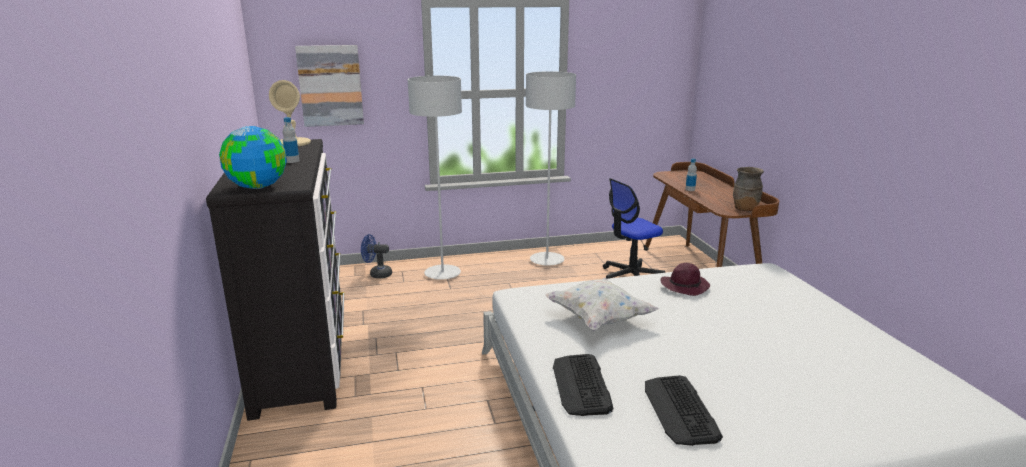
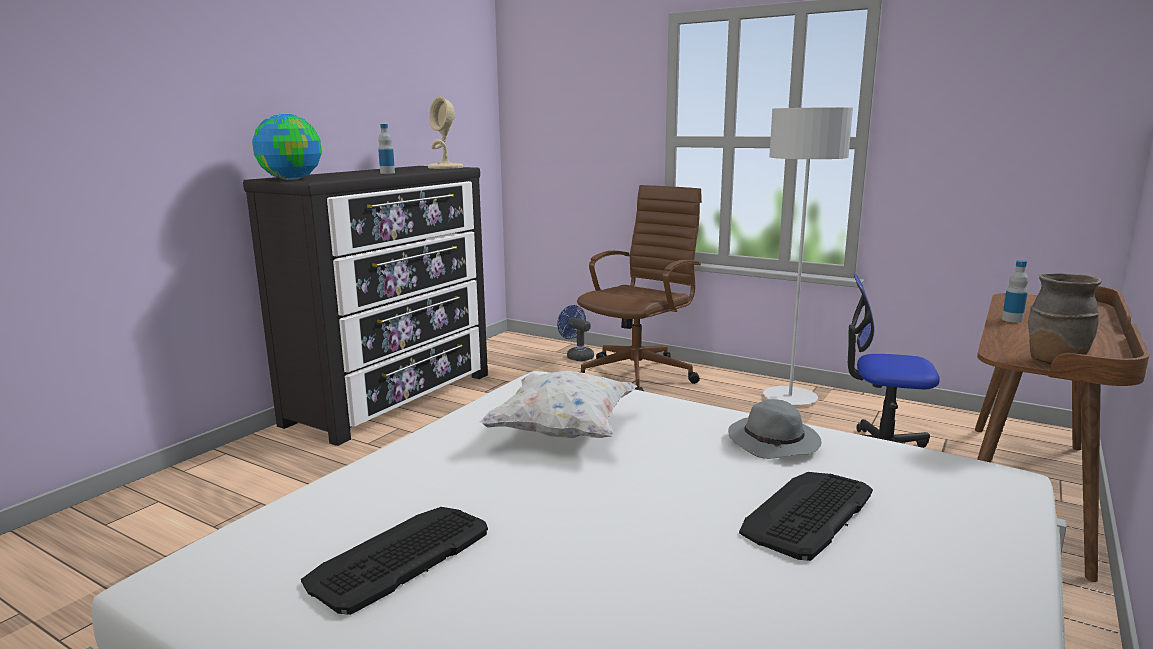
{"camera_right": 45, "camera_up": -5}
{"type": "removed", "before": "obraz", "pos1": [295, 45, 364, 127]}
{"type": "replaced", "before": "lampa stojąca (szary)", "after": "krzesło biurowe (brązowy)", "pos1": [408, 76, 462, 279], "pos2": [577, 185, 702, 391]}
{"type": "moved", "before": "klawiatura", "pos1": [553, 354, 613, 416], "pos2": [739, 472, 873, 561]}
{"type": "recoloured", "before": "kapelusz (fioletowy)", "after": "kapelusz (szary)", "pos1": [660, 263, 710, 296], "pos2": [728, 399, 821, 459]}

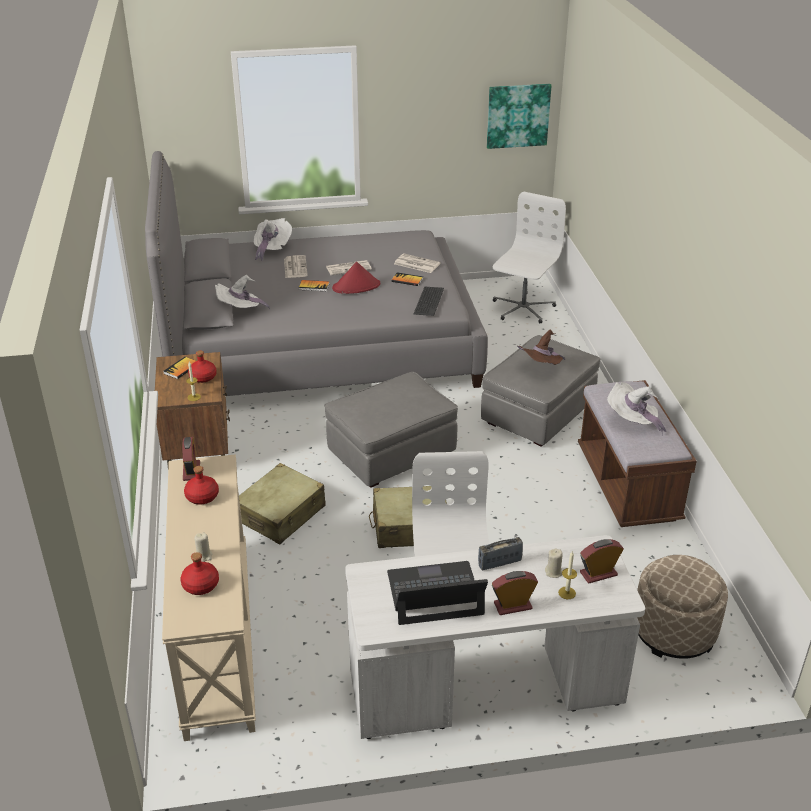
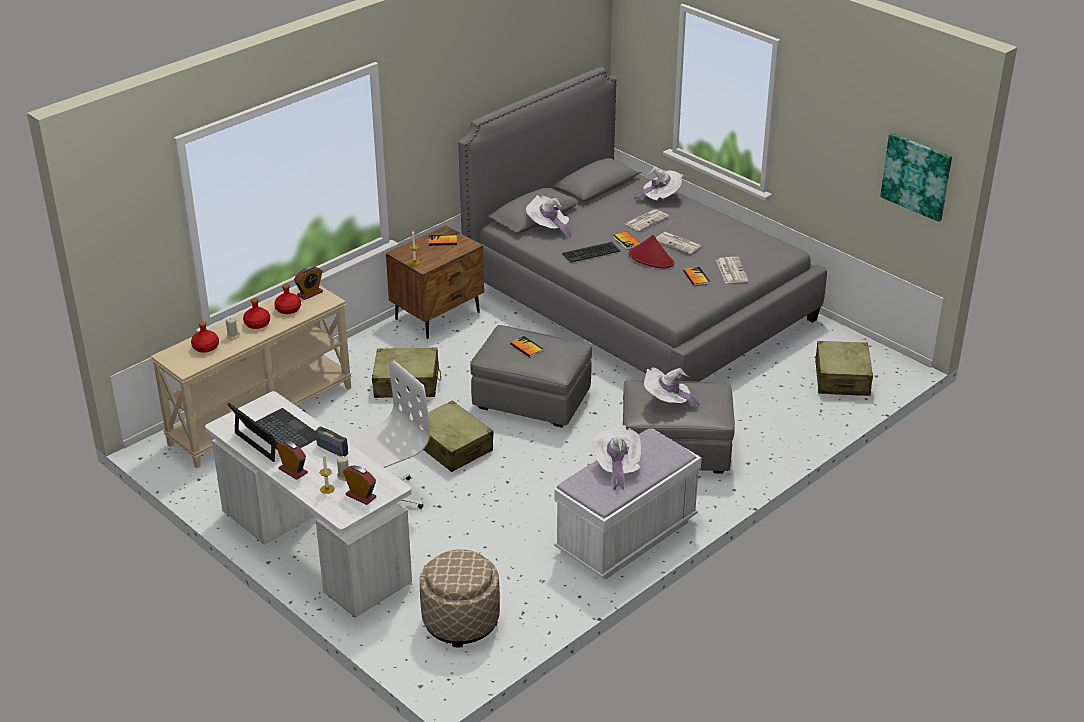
{"camera_right": 55, "camera_up": 0}
{"type": "moved", "before": "butelka (czerwony)", "pos1": [188, 350, 216, 383], "pos2": [243, 298, 270, 329]}
{"type": "moved", "before": "klawiatura", "pos1": [414, 286, 444, 316], "pos2": [562, 242, 620, 263]}
{"type": "replaced", "before": "krzesło biurowe (biały)", "after": "walizka (beżowy)", "pos1": [493, 191, 566, 323], "pos2": [814, 341, 873, 396]}
{"type": "recoloured", "before": "kapelusz (brązowy)", "after": "kapelusz (biały)", "pos1": [517, 329, 565, 365], "pos2": [644, 368, 700, 410]}
{"type": "recoloured", "before": "ławka (brązowy)", "after": "ławka (biały)", "pos1": [578, 380, 697, 527], "pos2": [554, 428, 702, 580]}
{"type": "added", "after": "książka", "pos2": [510, 336, 543, 357]}

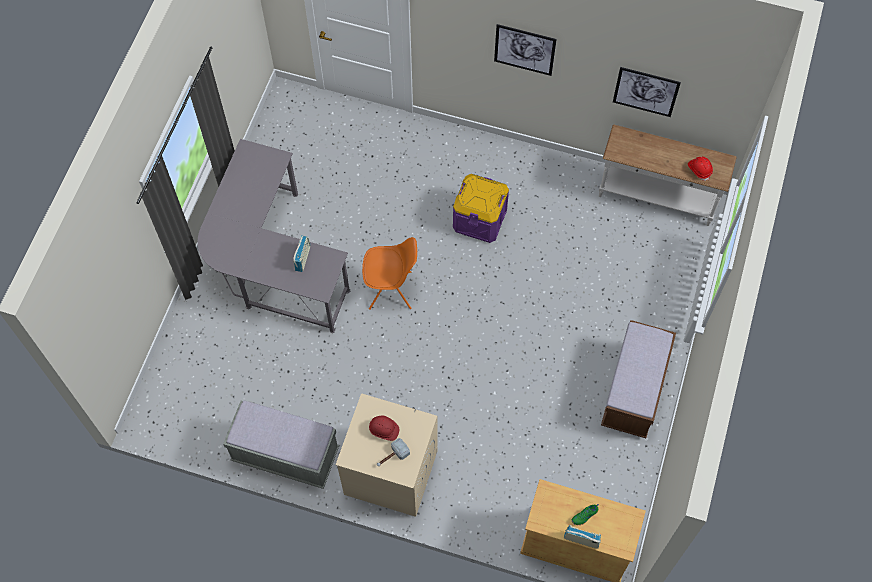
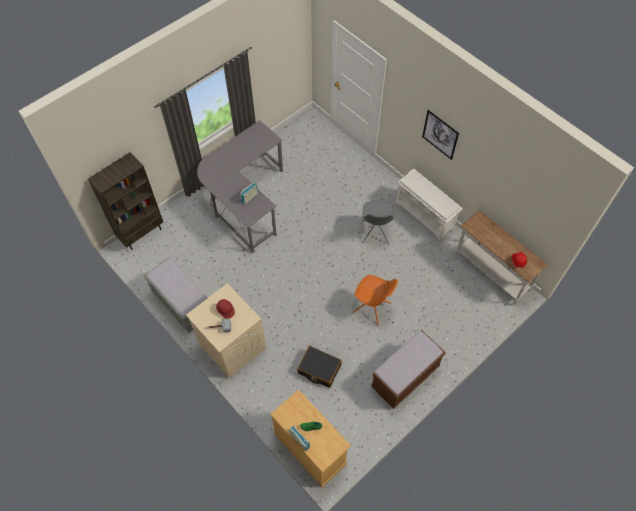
{"camera_right": 30, "camera_up": -5}
{"type": "moved", "before": "krzesło (pomarańczowy)", "pos1": [362, 237, 417, 310], "pos2": [353, 275, 398, 325]}
{"type": "replaced", "before": "pojemnik do przechowywania (fioletowy)", "after": "krzesło (szary)", "pos1": [453, 174, 509, 243], "pos2": [362, 201, 394, 244]}
{"type": "removed", "before": "obraz", "pos1": [613, 67, 681, 117]}
{"type": "added", "after": "regał (brązowy)", "pos2": [88, 152, 163, 250]}
{"type": "added", "after": "walizka (czarny)", "pos2": [297, 346, 342, 388]}
{"type": "added", "after": "regał na buty (biały)", "pos2": [396, 169, 463, 240]}

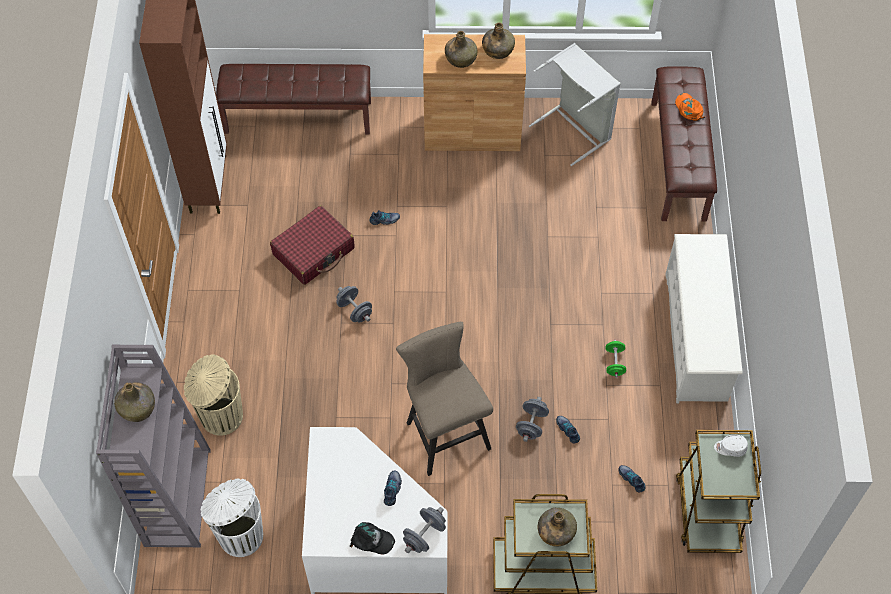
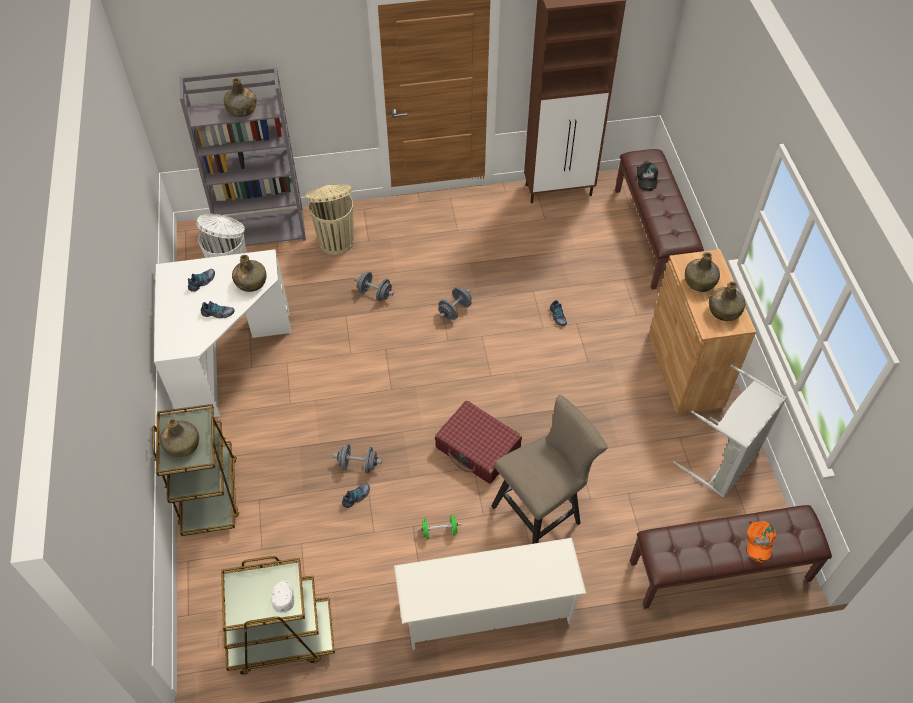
{"camera_right": 80, "camera_up": -5}
{"type": "moved", "before": "walizka (czerwony)", "pos1": [270, 206, 355, 285], "pos2": [435, 400, 522, 484]}
{"type": "moved", "before": "czapka z daszkiem (czarny)", "pos1": [349, 522, 395, 554], "pos2": [637, 163, 658, 191]}
{"type": "moved", "before": "stołek (beżowy)", "pos1": [396, 322, 493, 476], "pos2": [491, 395, 608, 544]}
{"type": "moved", "before": "hantel (szary)", "pos1": [403, 507, 446, 553], "pos2": [355, 271, 394, 301]}
{"type": "moved", "before": "but", "pos1": [618, 465, 646, 492], "pos2": [188, 269, 215, 292]}
{"type": "turned", "before": "czapka z daszkiem (pomarańczowy)", "pos1": [675, 93, 705, 121], "pos2": [746, 521, 776, 563], "turn": 135}
{"type": "added", "after": "butelka (zielony)", "pos2": [232, 255, 267, 292]}

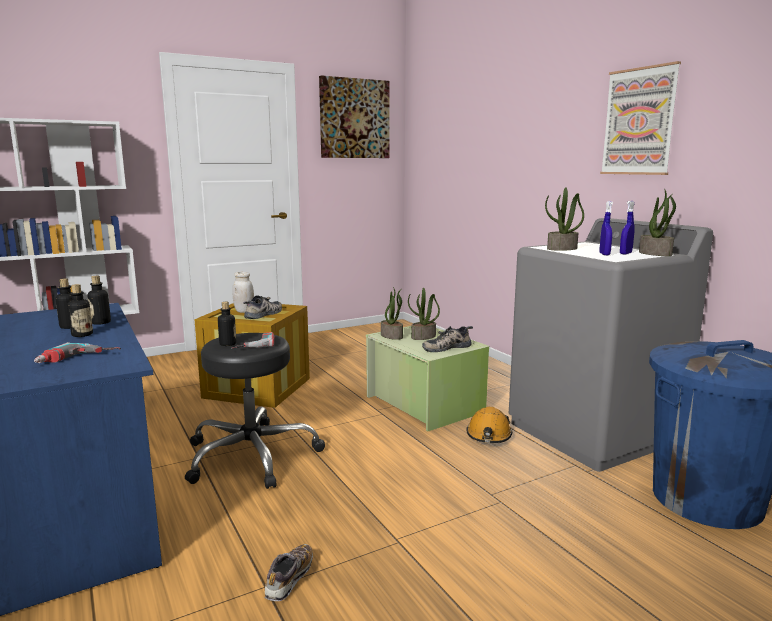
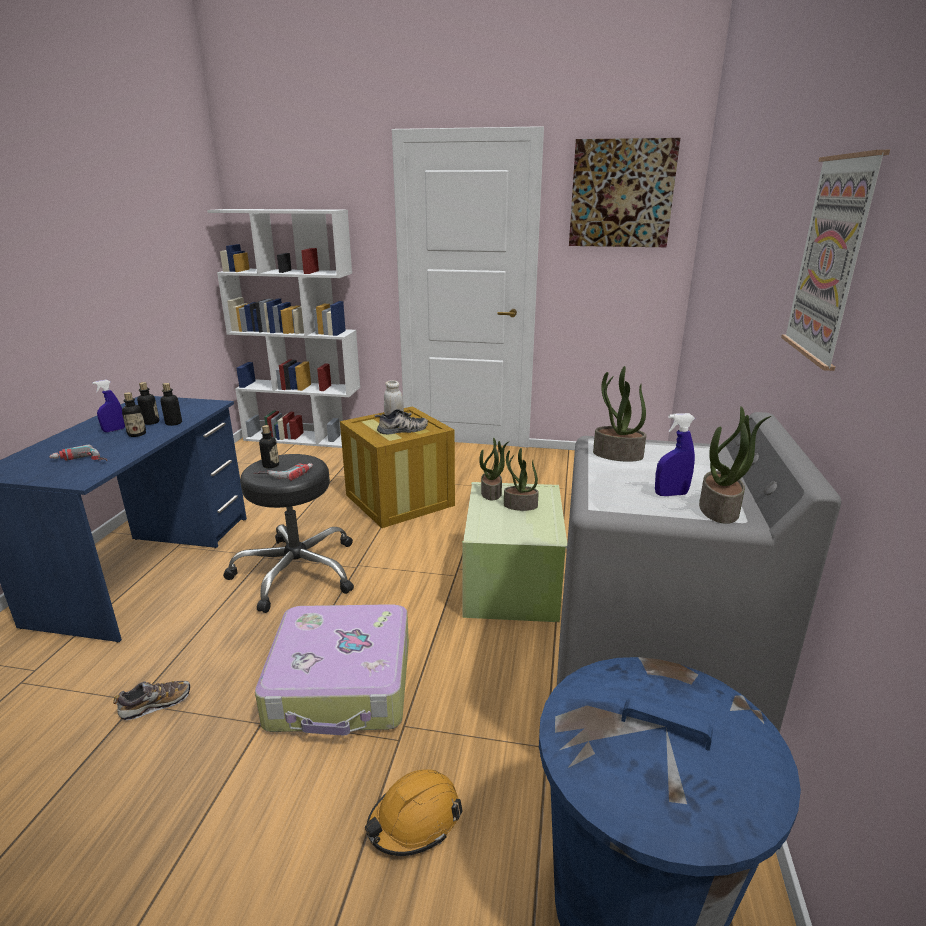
{"camera_right": 40, "camera_up": 10}
{"type": "removed", "before": "but", "pos1": [422, 326, 473, 352]}
{"type": "moved", "before": "kask (pomarańczowy)", "pos1": [466, 407, 512, 443], "pos2": [365, 769, 463, 856]}
{"type": "moved", "before": "spryskiwacz (niebieski)", "pos1": [599, 201, 613, 255], "pos2": [92, 380, 125, 432]}
{"type": "added", "after": "walizka", "pos2": [255, 604, 409, 736]}

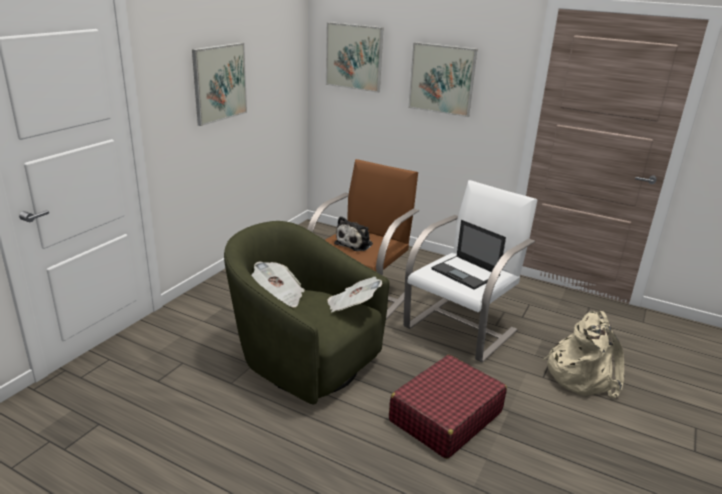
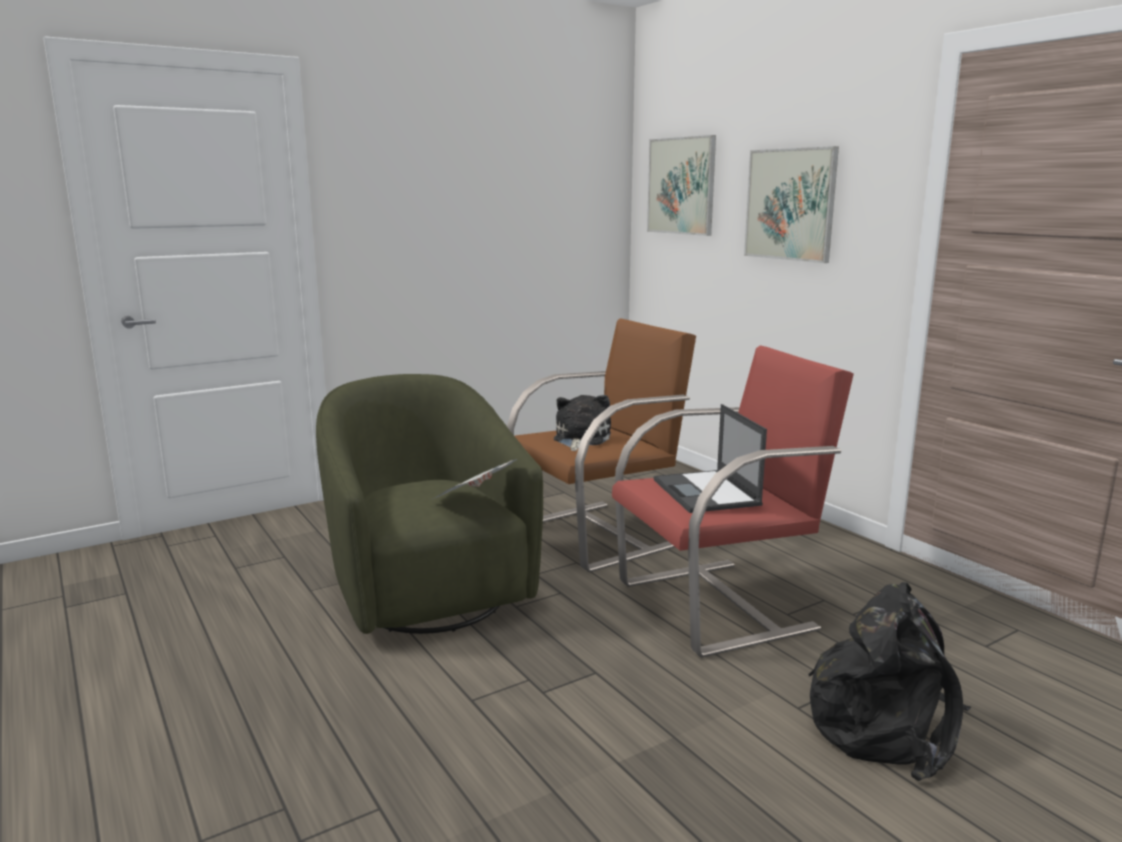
{"camera_right": 30, "camera_up": -10}
{"type": "removed", "before": "obraz", "pos1": [192, 43, 247, 126]}
{"type": "removed", "before": "gazeta", "pos1": [251, 261, 304, 307]}
{"type": "turned", "before": "pluszak", "pos1": [334, 216, 373, 251], "pos2": [554, 395, 611, 451], "turn": 135}
{"type": "removed", "before": "walizka (czerwony)", "pos1": [389, 355, 507, 459]}
{"type": "recoloured", "before": "fotel (biały)", "after": "fotel (czerwony)", "pos1": [403, 180, 538, 363], "pos2": [612, 345, 854, 658]}
{"type": "recoloured", "before": "plecak (beżowy)", "after": "plecak (czarny)", "pos1": [543, 311, 624, 398], "pos2": [808, 582, 971, 781]}

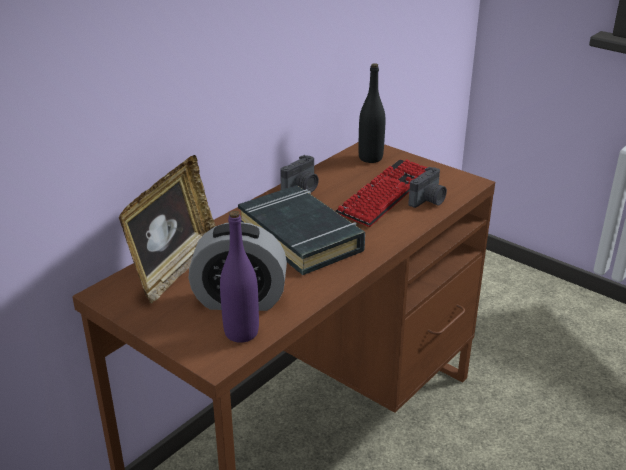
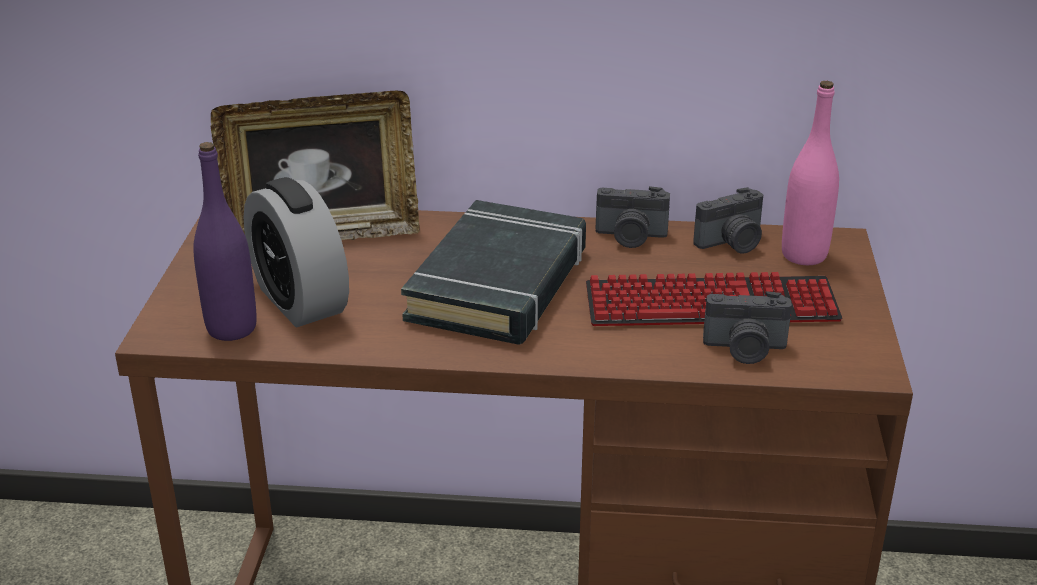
{"camera_right": 55, "camera_up": 0}
{"type": "recoloured", "before": "butelka (czarny)", "after": "butelka (różowy)", "pos1": [358, 63, 385, 163], "pos2": [782, 81, 839, 265]}
{"type": "added", "after": "aparat fotograficzny", "pos2": [693, 187, 763, 254]}

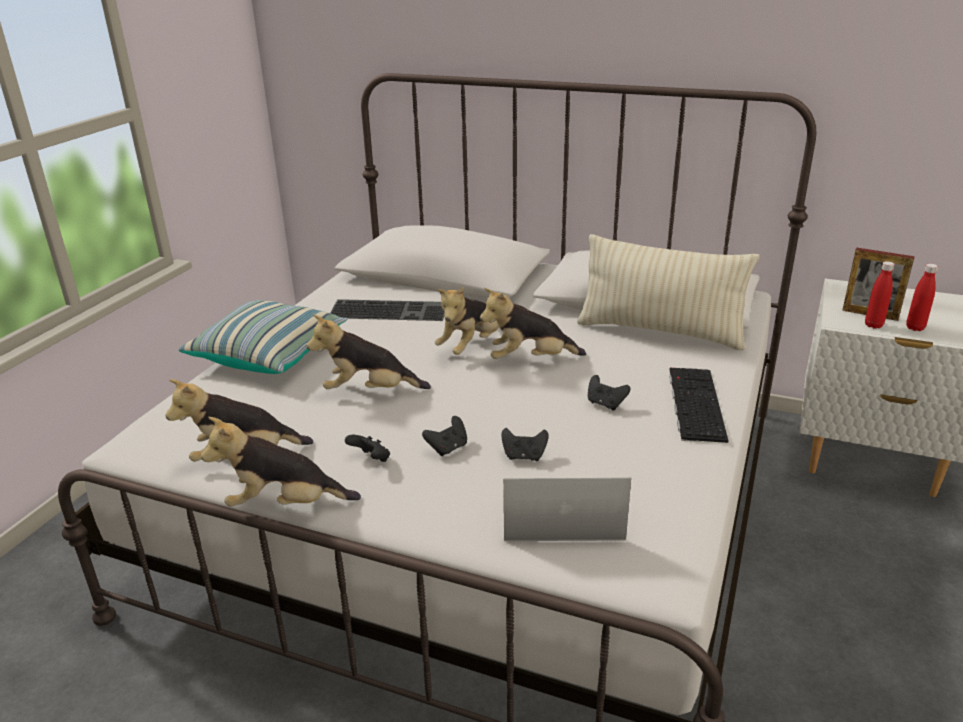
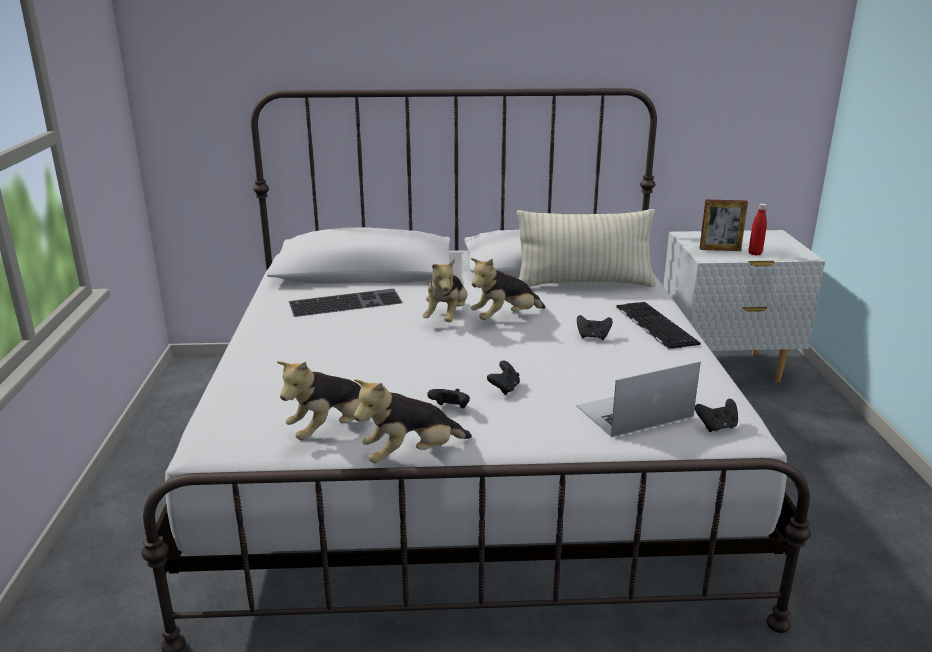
{"camera_right": -25, "camera_up": -5}
{"type": "removed", "before": "poduszka", "pos1": [179, 300, 348, 374]}
{"type": "removed", "before": "pluszak", "pos1": [307, 314, 431, 389]}
{"type": "moved", "before": "pad do gier (czarny)", "pos1": [501, 428, 549, 461], "pos2": [695, 399, 738, 432]}
{"type": "removed", "before": "butelka (czerwony)", "pos1": [865, 261, 895, 329]}

